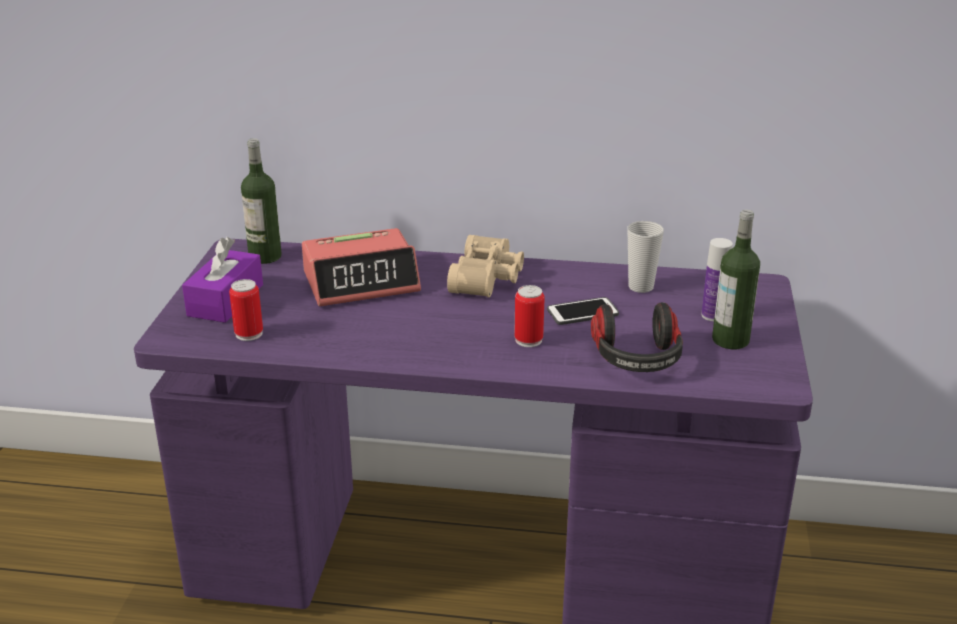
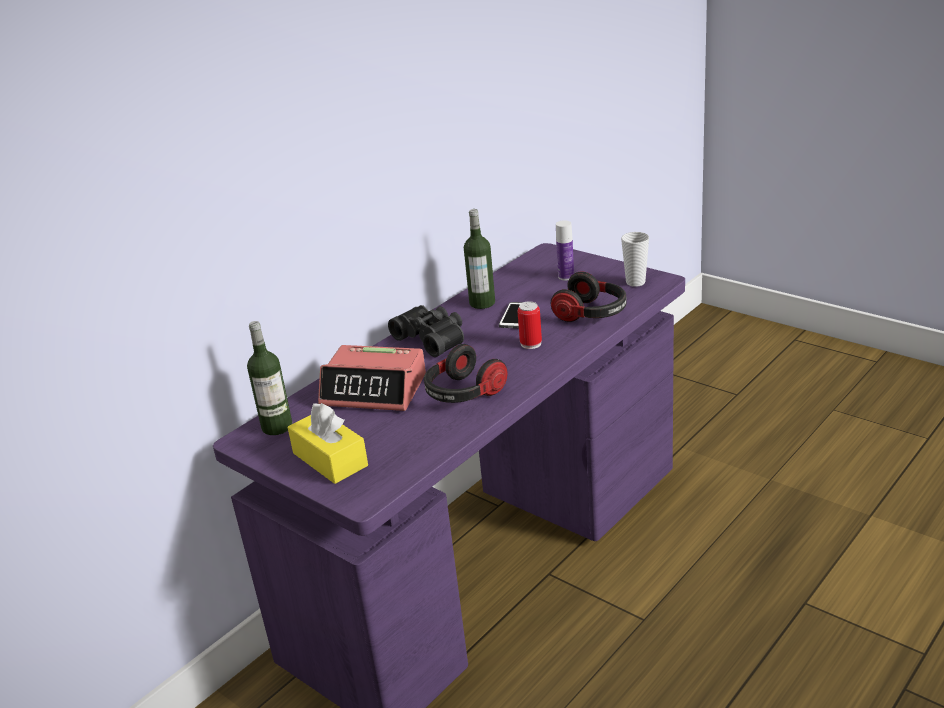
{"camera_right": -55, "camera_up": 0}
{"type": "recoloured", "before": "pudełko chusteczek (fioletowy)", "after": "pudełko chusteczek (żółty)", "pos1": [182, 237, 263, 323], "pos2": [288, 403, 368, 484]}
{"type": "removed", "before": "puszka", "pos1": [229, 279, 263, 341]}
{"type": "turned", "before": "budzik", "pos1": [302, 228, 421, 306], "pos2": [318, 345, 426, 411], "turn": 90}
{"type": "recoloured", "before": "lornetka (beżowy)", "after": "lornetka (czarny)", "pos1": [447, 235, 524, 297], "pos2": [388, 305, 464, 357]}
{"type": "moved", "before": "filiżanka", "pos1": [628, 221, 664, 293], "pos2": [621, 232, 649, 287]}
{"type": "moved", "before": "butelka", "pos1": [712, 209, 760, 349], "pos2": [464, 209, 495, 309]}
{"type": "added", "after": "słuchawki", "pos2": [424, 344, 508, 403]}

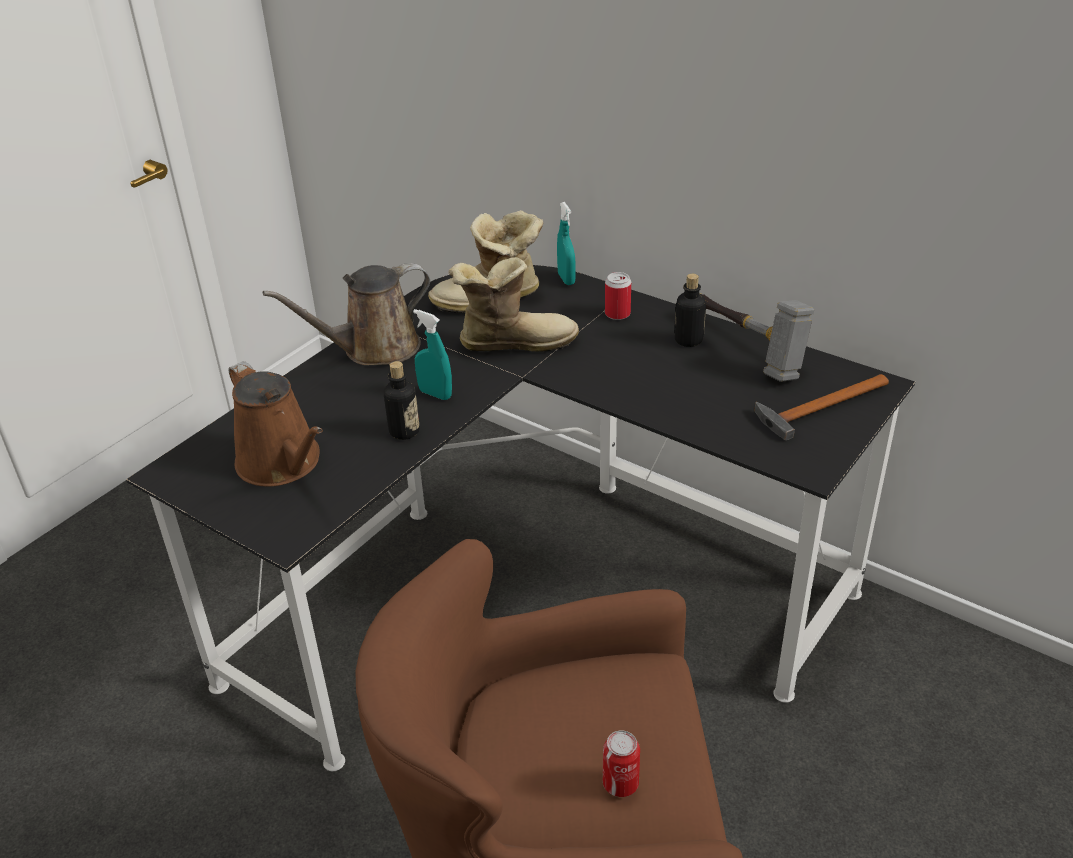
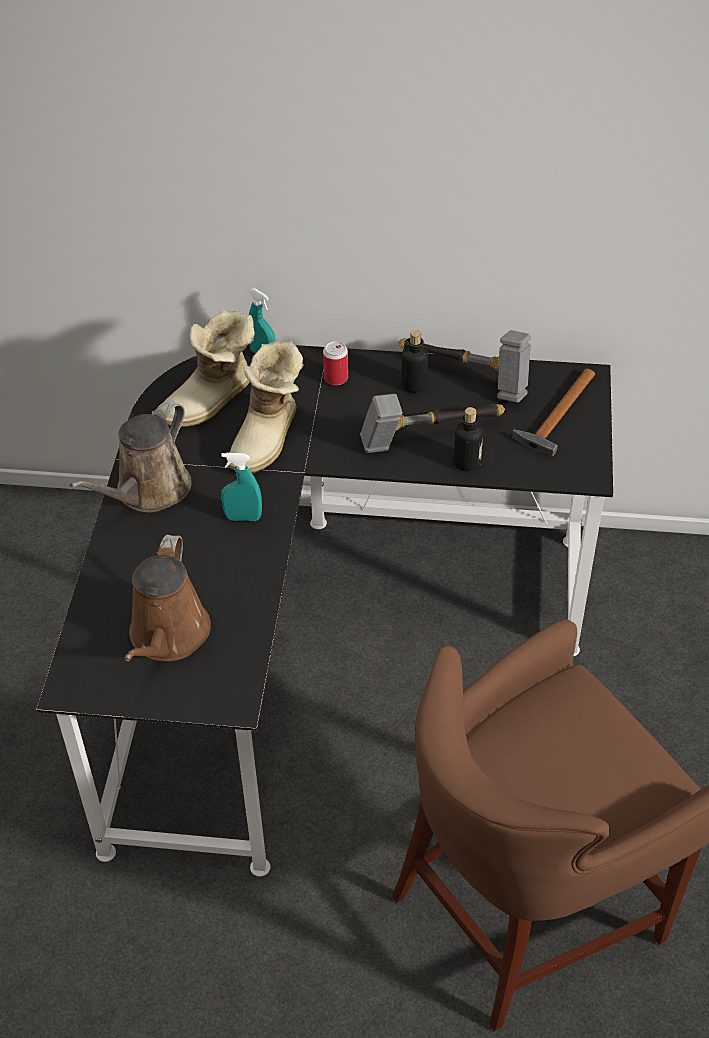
{"camera_right": -30, "camera_up": 10}
{"type": "turned", "before": "konewka (brązowy)", "pos1": [229, 361, 323, 486], "pos2": [124, 535, 211, 661], "turn": 75}
{"type": "moved", "before": "butelka", "pos1": [384, 361, 420, 440], "pos2": [454, 407, 483, 472]}
{"type": "turned", "before": "but z cholewką", "pos1": [448, 257, 579, 351], "pos2": [227, 341, 304, 474], "turn": 150}
{"type": "removed", "before": "puszka", "pos1": [603, 730, 640, 797]}
{"type": "added", "after": "młotek", "pos2": [360, 394, 505, 453]}

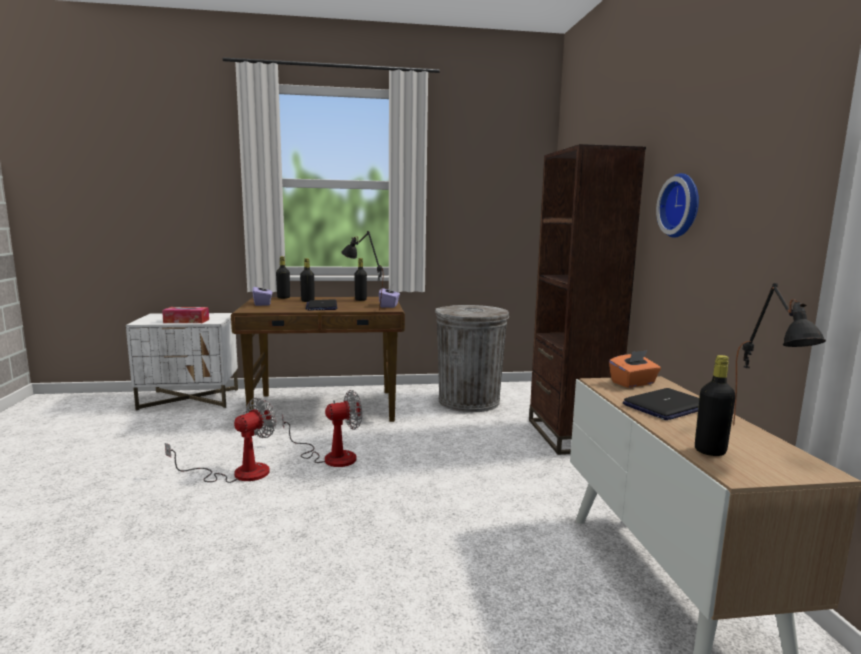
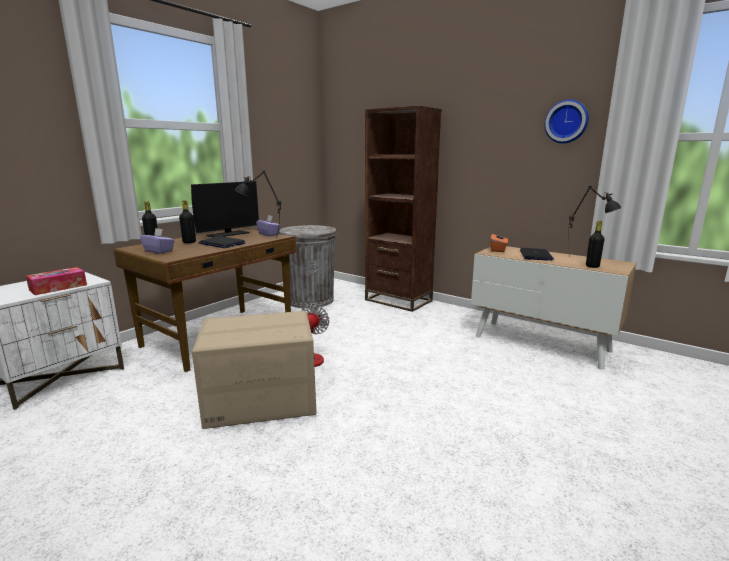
{"camera_right": -45, "camera_up": 5}
{"type": "replaced", "before": "wentylator", "after": "karton", "pos1": [165, 397, 277, 483], "pos2": [192, 311, 317, 429]}
{"type": "replaced", "before": "butelka (czarny)", "after": "monitor", "pos1": [354, 258, 367, 301], "pos2": [191, 181, 259, 238]}
{"type": "moved", "before": "zegar ścienny", "pos1": [656, 173, 699, 238], "pos2": [544, 100, 589, 143]}

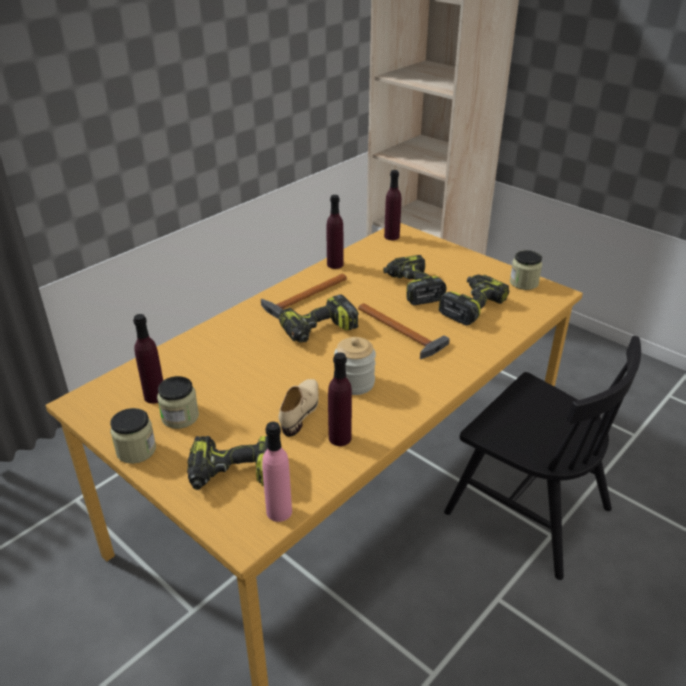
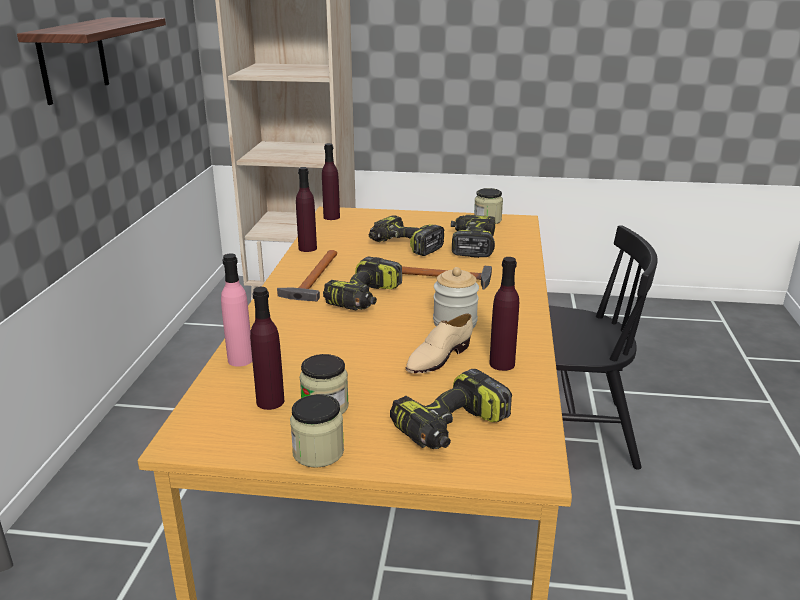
{"camera_right": -35, "camera_up": -10}
{"type": "moved", "before": "butelka (różowy)", "pos1": [262, 422, 292, 522], "pos2": [221, 254, 252, 367]}
{"type": "turned", "before": "but (beżowy)", "pos1": [278, 379, 319, 437], "pos2": [406, 314, 473, 374], "turn": -120}
{"type": "added", "after": "półka", "pos2": [17, 17, 166, 105]}

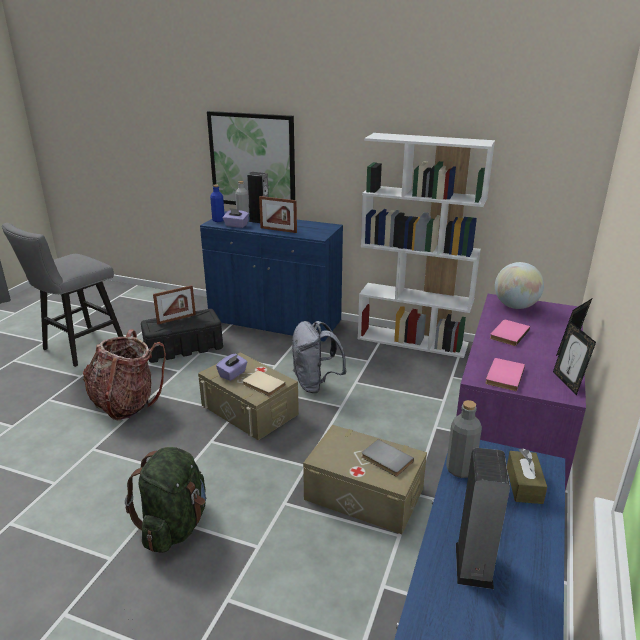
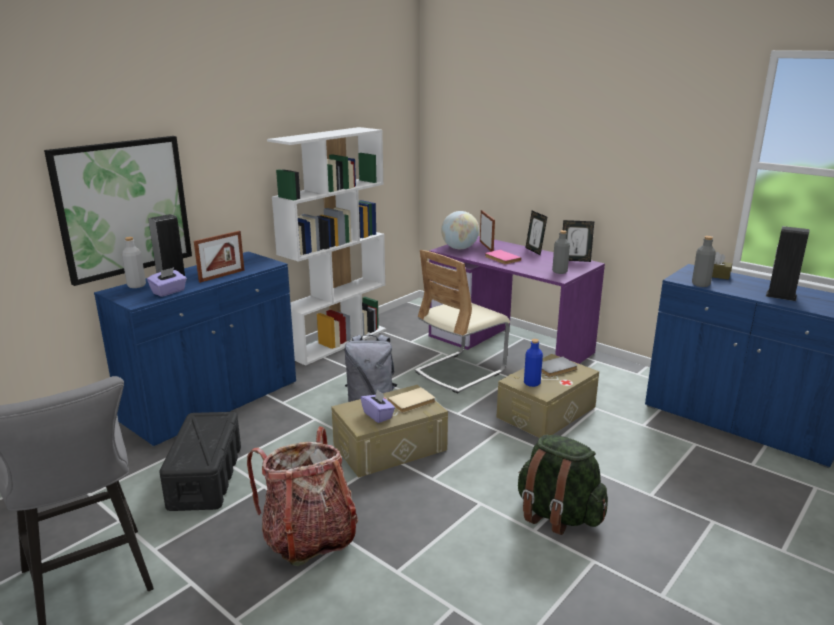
{"camera_right": -70, "camera_up": -5}
{"type": "moved", "before": "ramka na zdjęcie", "pos1": [153, 285, 196, 324], "pos2": [480, 210, 495, 251]}
{"type": "moved", "before": "butelka (niebieski)", "pos1": [210, 184, 225, 222], "pos2": [524, 339, 543, 387]}
{"type": "replaced", "before": "książka (różowy)", "after": "butelka (szary)", "pos1": [485, 358, 525, 392], "pos2": [552, 230, 570, 274]}
{"type": "added", "after": "krzesło (beżowy)", "pos2": [415, 250, 510, 393]}

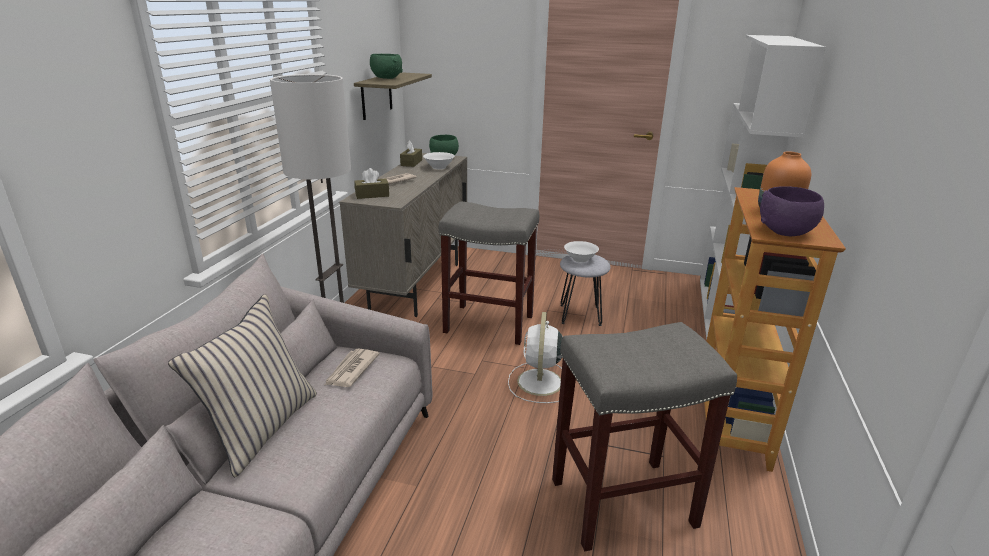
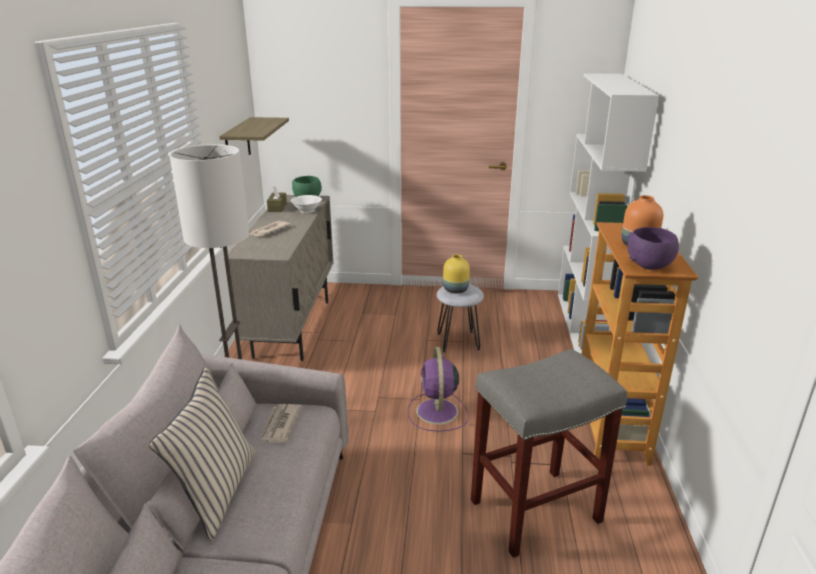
{"camera_right": -10, "camera_up": 0}
{"type": "removed", "before": "pudełko chusteczek (brązowy)", "pos1": [354, 168, 389, 199]}
{"type": "removed", "before": "miska (zielony)", "pos1": [370, 54, 403, 79]}
{"type": "removed", "before": "stołek (szary)", "pos1": [439, 202, 539, 345]}
{"type": "recoloured", "before": "wentylator (biały)", "after": "wentylator (fioletowy)", "pos1": [508, 312, 563, 403], "pos2": [408, 347, 469, 432]}
{"type": "replaced", "before": "miska (biały)", "after": "wazon (żółty)", "pos1": [564, 241, 599, 263], "pos2": [443, 254, 470, 294]}

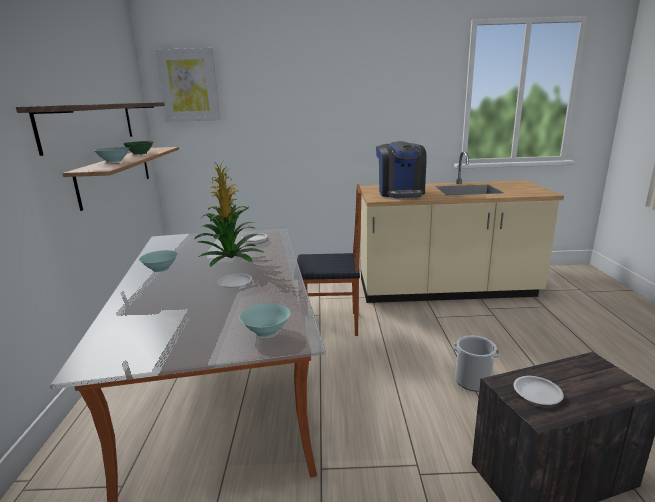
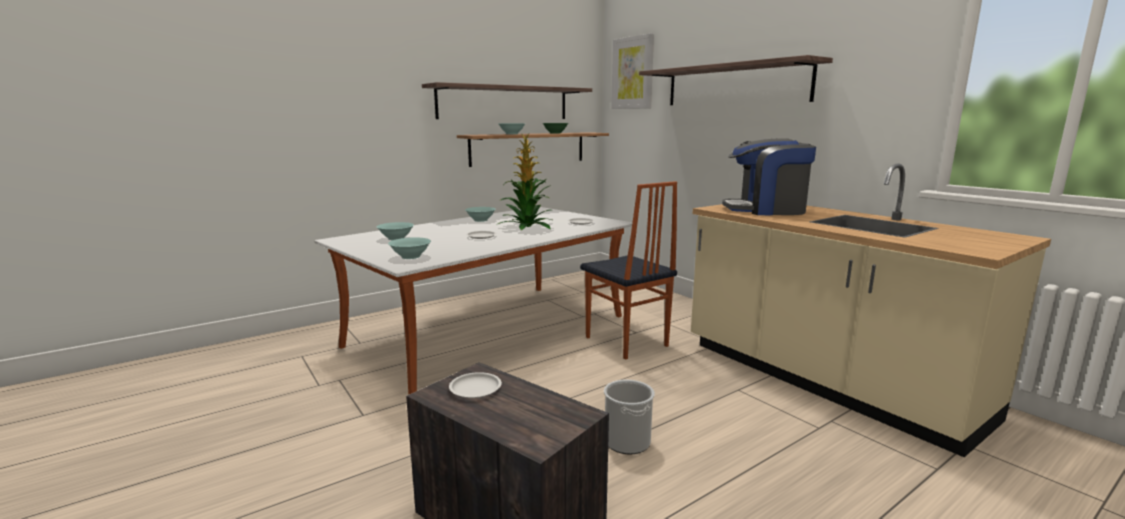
{"camera_right": 55, "camera_up": -5}
{"type": "turned", "before": "ekspres do kawy", "pos1": [376, 141, 427, 198], "pos2": [722, 139, 816, 215], "turn": 45}
{"type": "added", "after": "miska (turkusowy)", "pos2": [377, 222, 414, 240]}
{"type": "added", "after": "półka", "pos2": [639, 55, 833, 105]}

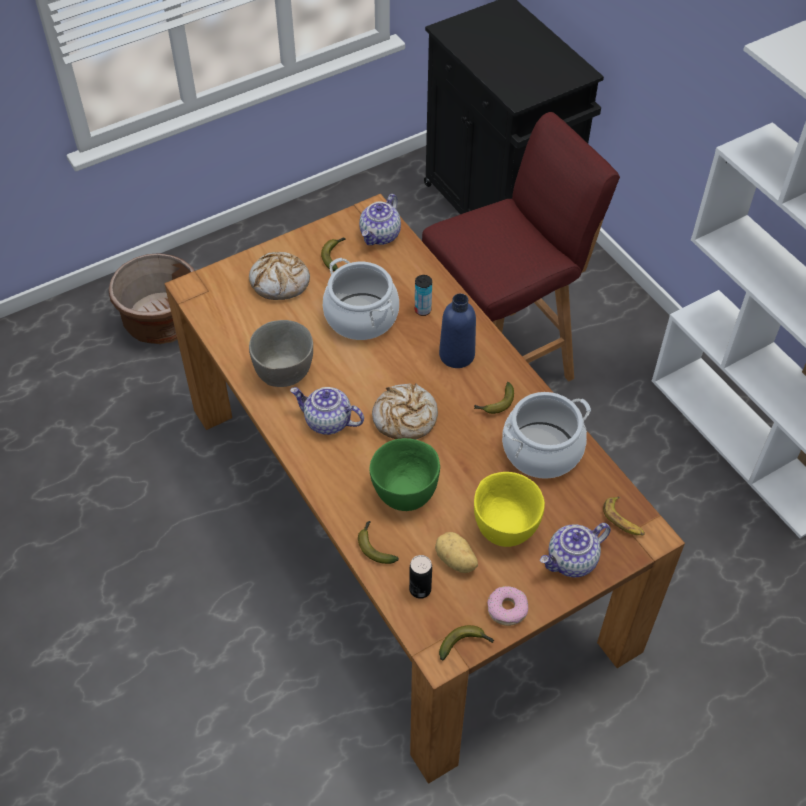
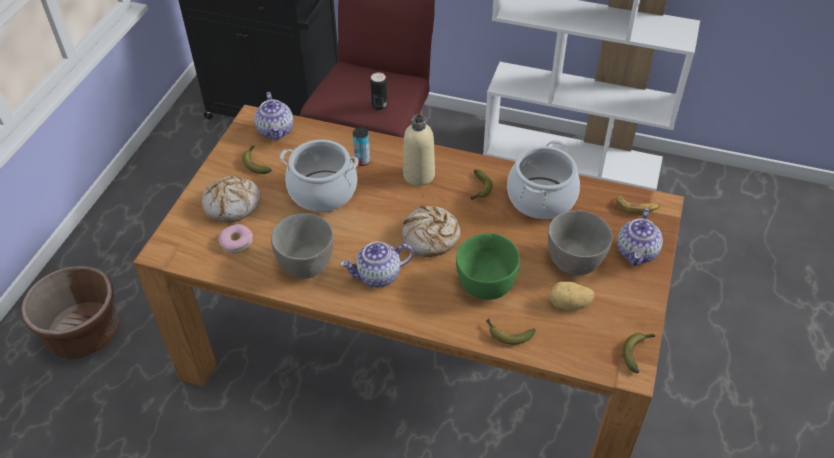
{"camera_right": -40, "camera_up": -5}
{"type": "moved", "before": "puszka", "pos1": [409, 555, 432, 599], "pos2": [370, 72, 387, 110]}
{"type": "recoloured", "before": "butelka (niebieski)", "after": "butelka (beżowy)", "pos1": [439, 294, 476, 368], "pos2": [403, 114, 435, 186]}
{"type": "recoloured", "before": "miska (żółty)", "after": "miska (szary)", "pos1": [474, 472, 545, 547], "pos2": [548, 210, 612, 275]}
{"type": "moved", "before": "donut", "pos1": [487, 586, 528, 626], "pos2": [218, 224, 253, 254]}

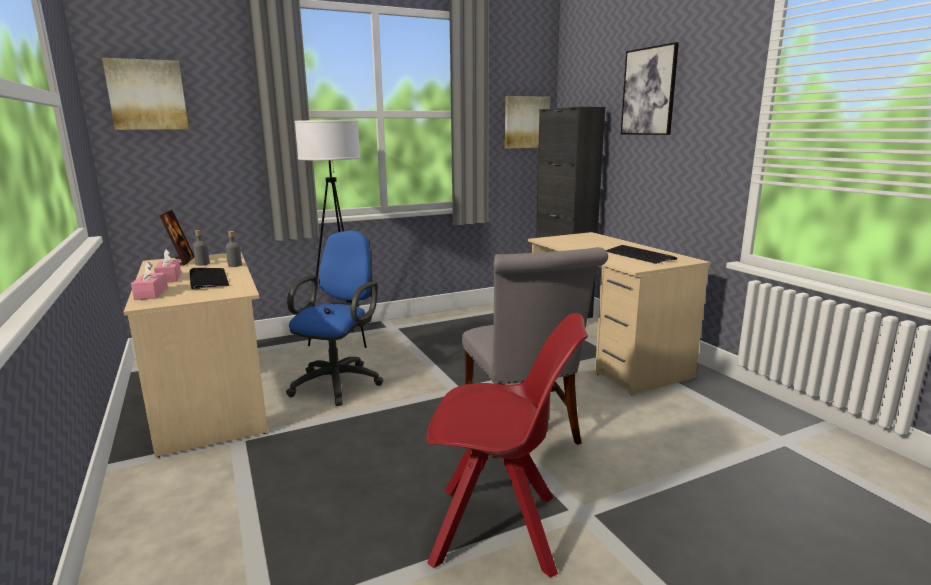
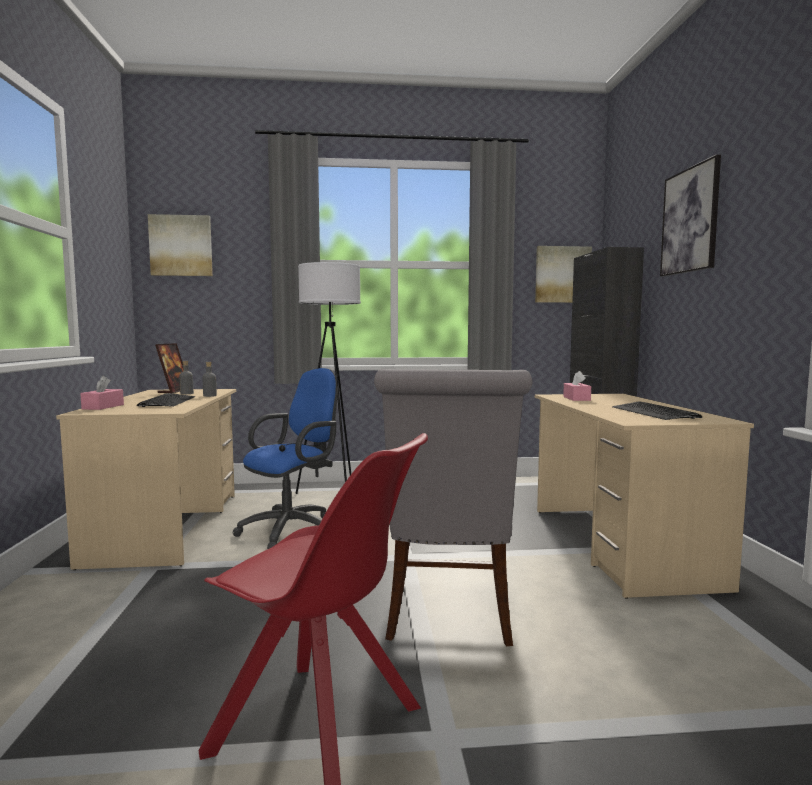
{"camera_right": 20, "camera_up": -10}
{"type": "moved", "before": "pudełko chusteczek (różowy)", "pos1": [154, 249, 181, 283], "pos2": [563, 371, 591, 401]}

